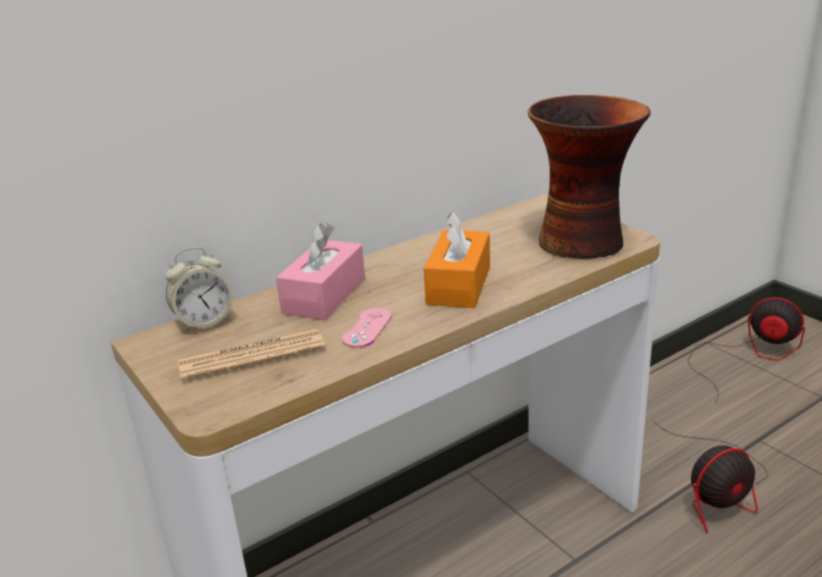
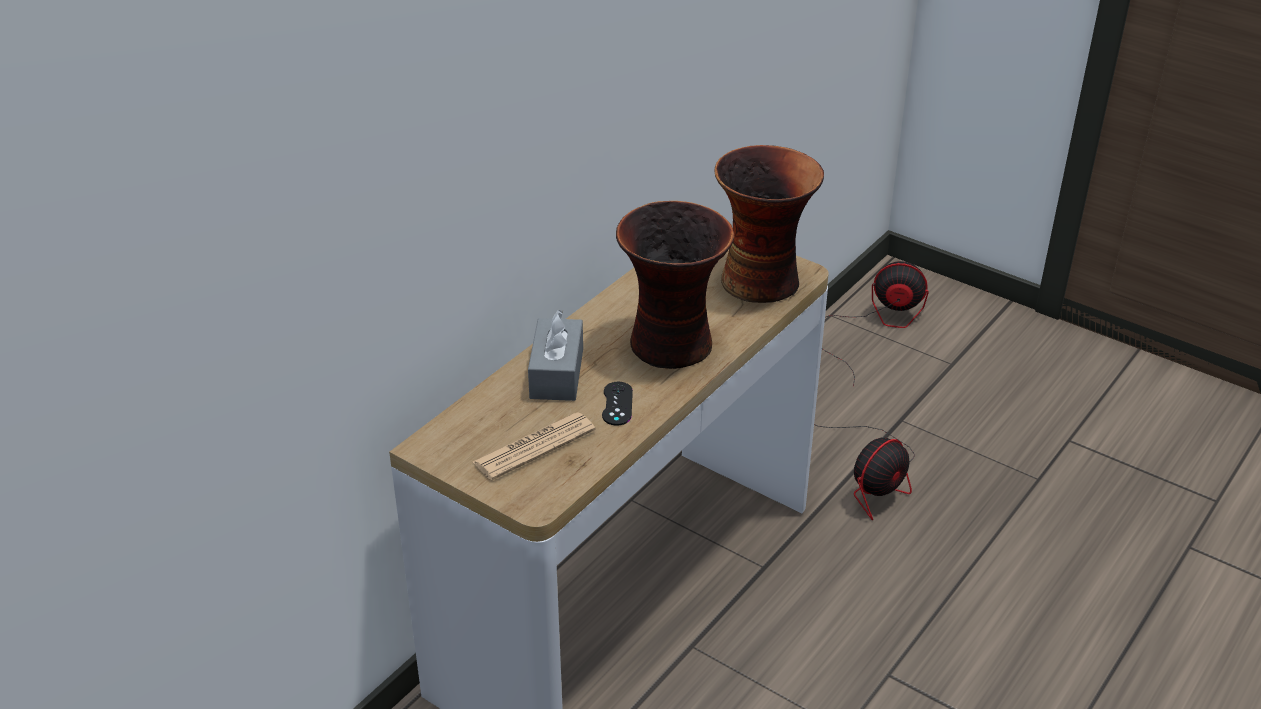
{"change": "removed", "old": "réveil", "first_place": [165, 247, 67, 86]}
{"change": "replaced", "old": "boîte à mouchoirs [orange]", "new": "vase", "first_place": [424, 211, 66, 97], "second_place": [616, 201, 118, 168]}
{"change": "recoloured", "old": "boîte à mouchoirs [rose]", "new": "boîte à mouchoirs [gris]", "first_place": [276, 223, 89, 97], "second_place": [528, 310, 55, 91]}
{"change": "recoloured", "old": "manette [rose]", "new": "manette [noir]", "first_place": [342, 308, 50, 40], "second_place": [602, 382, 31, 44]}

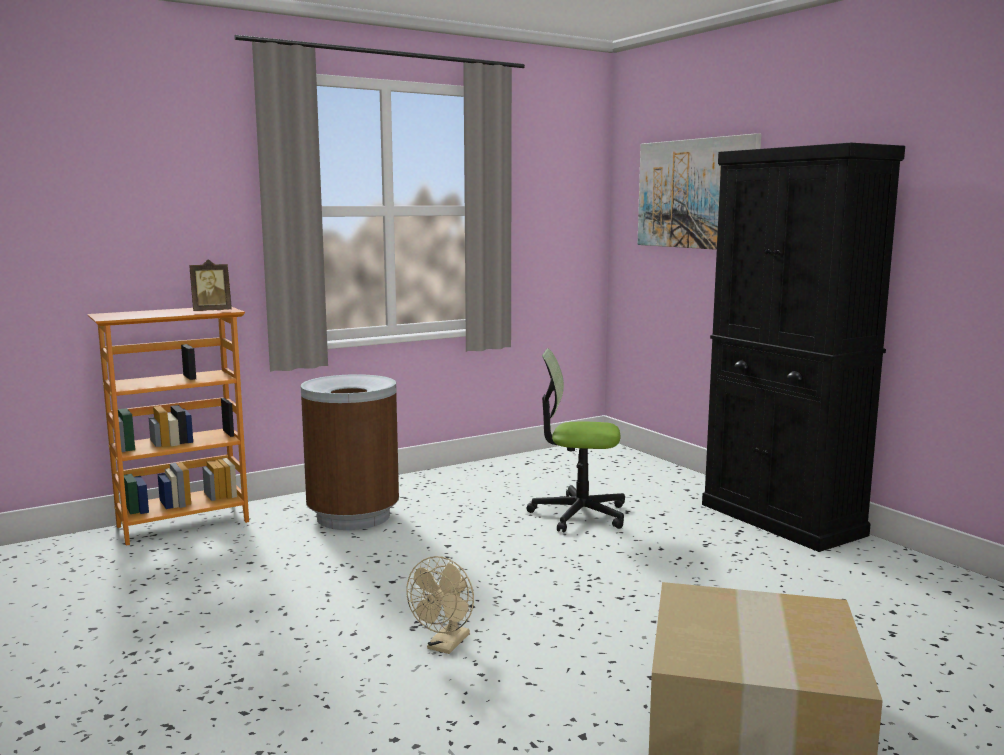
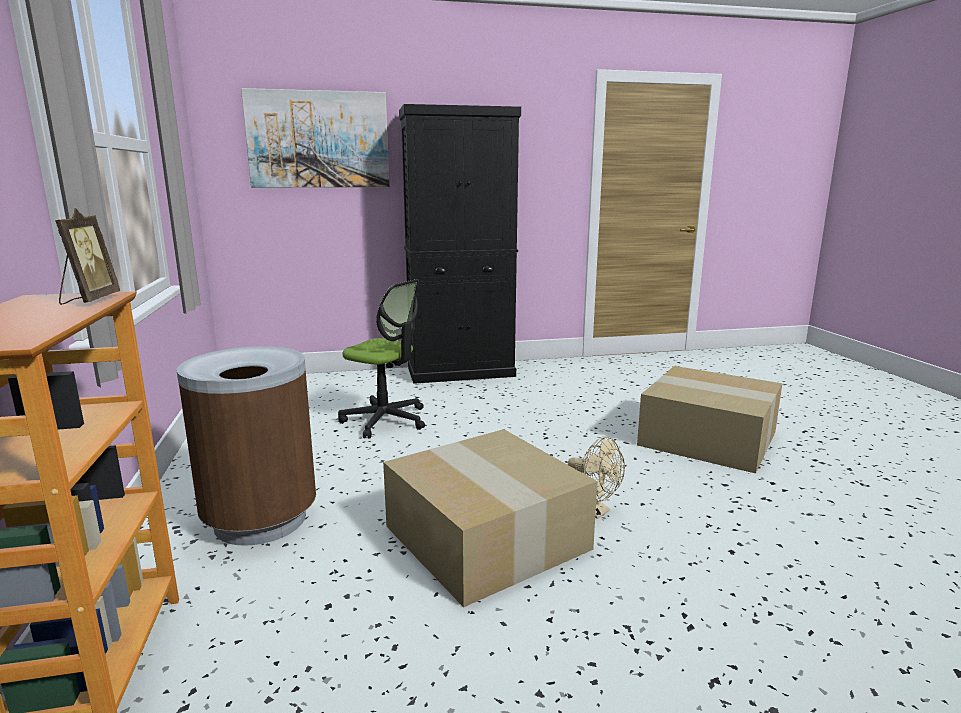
{"change": "added", "new": "carton", "second_place": [383, 429, 214, 178]}
{"change": "turned", "old": "chaise de bureau", "first_place": [527, 348, 98, 185], "second_place": [338, 279, 87, 160], "degrees": -90}

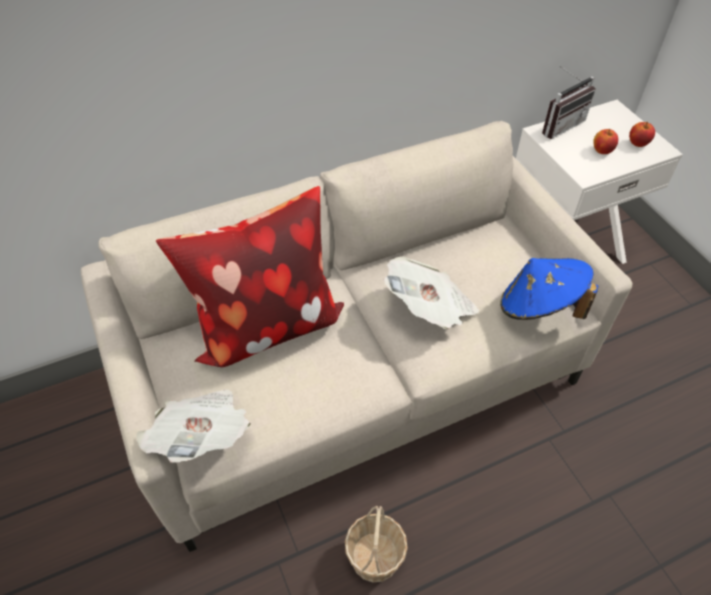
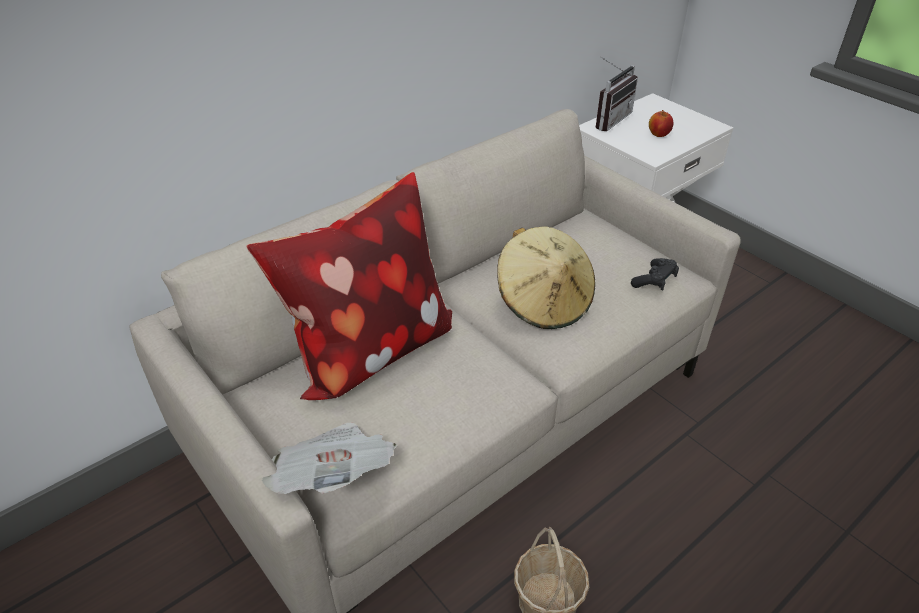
{"change": "removed", "old": "pomme", "first_place": [629, 122, 26, 25]}
{"change": "replaced", "old": "journal", "new": "chapeau [beige]", "first_place": [383, 256, 96, 73], "second_place": [497, 226, 98, 103]}
{"change": "replaced", "old": "chapeau [bleu]", "new": "manette [noir]", "first_place": [500, 258, 99, 62], "second_place": [631, 258, 48, 32]}

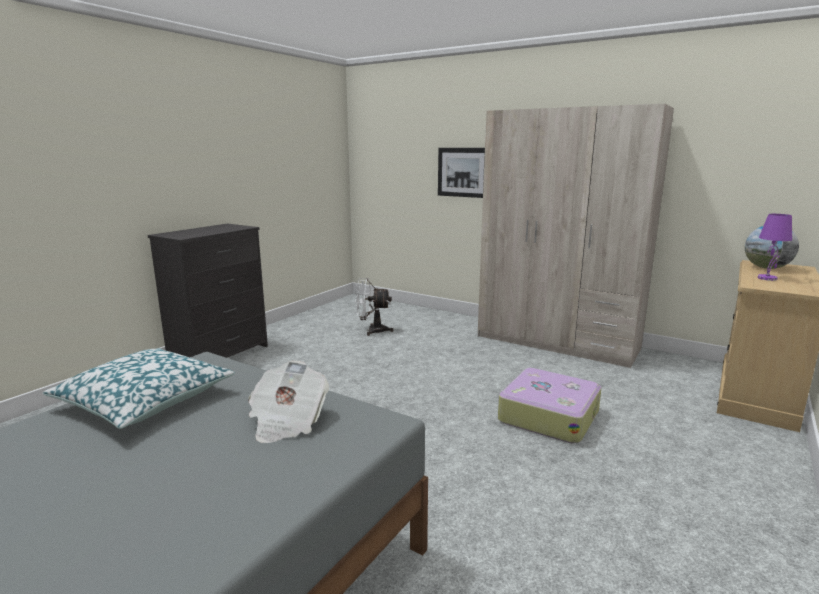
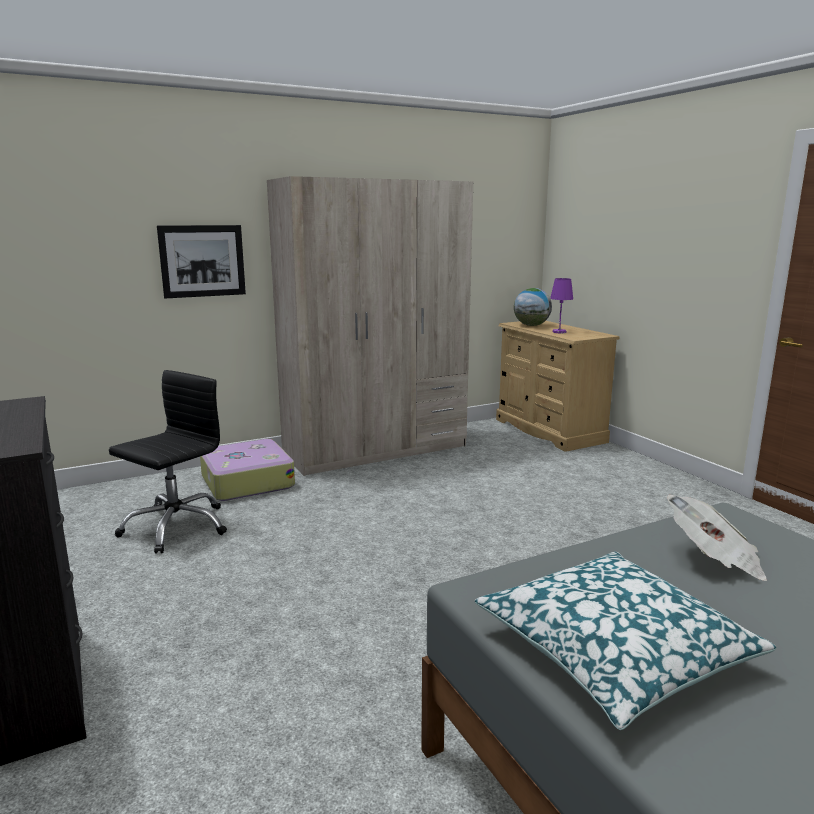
{"change": "moved", "old": "valise", "first_place": [498, 368, 104, 75], "second_place": [200, 439, 95, 62]}
{"change": "replaced", "old": "ventilateur [blanc]", "new": "chaise de bureau [noir]", "first_place": [355, 278, 38, 58], "second_place": [109, 370, 118, 184]}

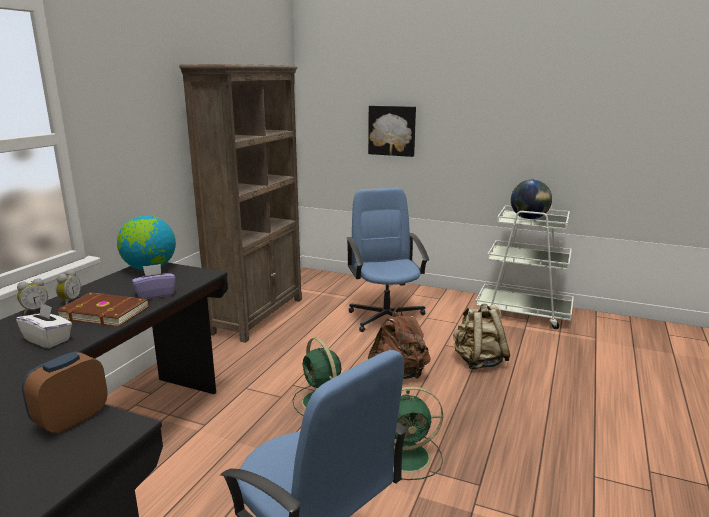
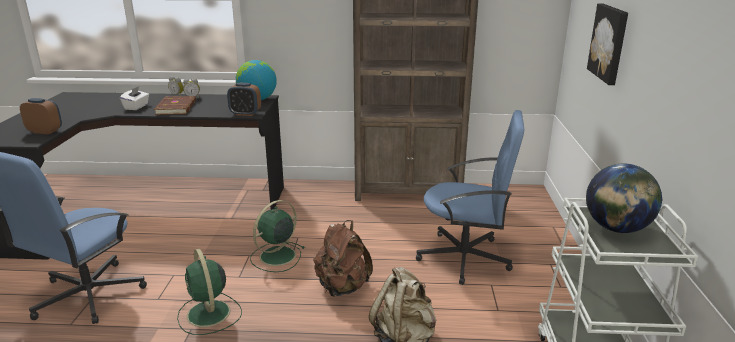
{"change": "removed", "old": "boîte à mouchoirs [violet]", "first_place": [132, 264, 44, 35]}
{"change": "added", "new": "réveil", "second_place": [227, 83, 34, 33]}
{"change": "turned", "old": "chaise de bureau [bleu]", "first_place": [347, 188, 82, 144], "second_place": [416, 110, 108, 175], "degrees": 45}

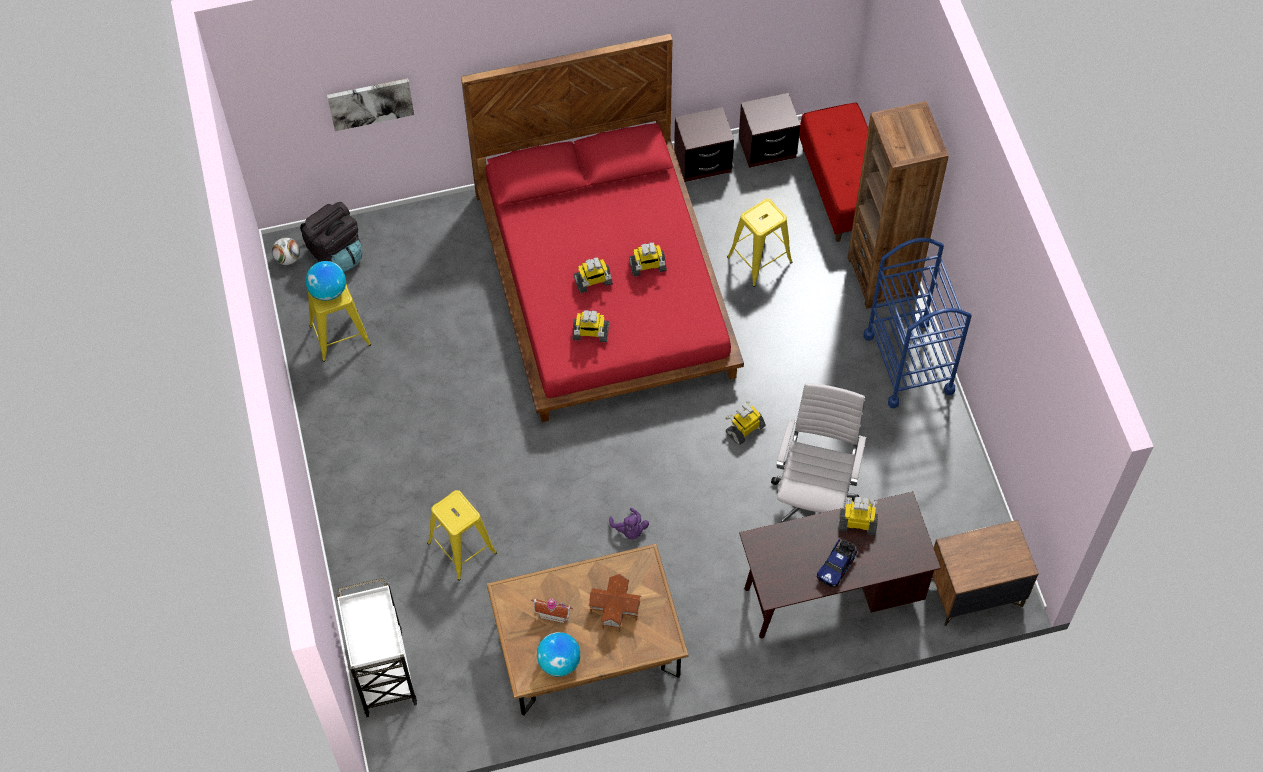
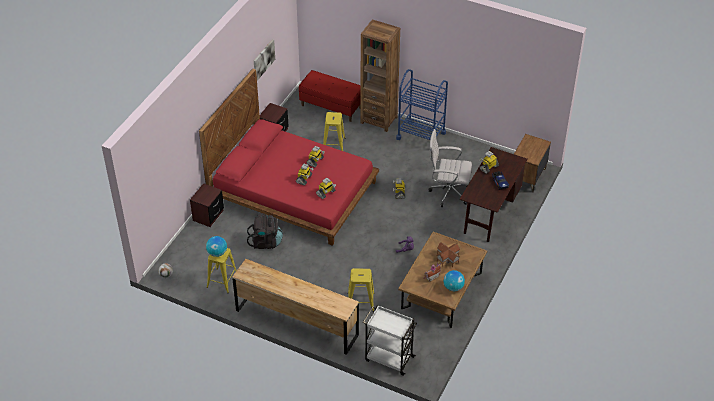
{"change": "added", "new": "commode [marron]", "second_place": [232, 259, 127, 96]}
{"change": "moved", "old": "sac à dos [noir]", "first_place": [300, 202, 62, 70], "second_place": [247, 213, 36, 36]}
{"change": "moved", "old": "tableau", "first_place": [327, 78, 87, 53], "second_place": [254, 39, 21, 42]}
{"change": "moved", "old": "table de chevet [marron]", "first_place": [739, 93, 61, 75], "second_place": [190, 183, 34, 44]}
{"change": "turned", "old": "chaise de bureau [blanc]", "first_place": [771, 383, 96, 140], "second_place": [428, 129, 44, 78], "degrees": -45}

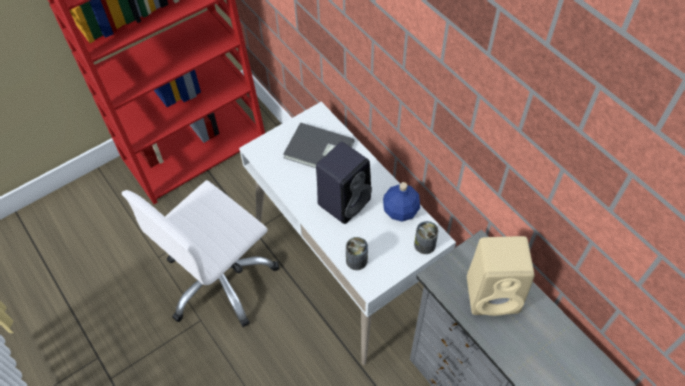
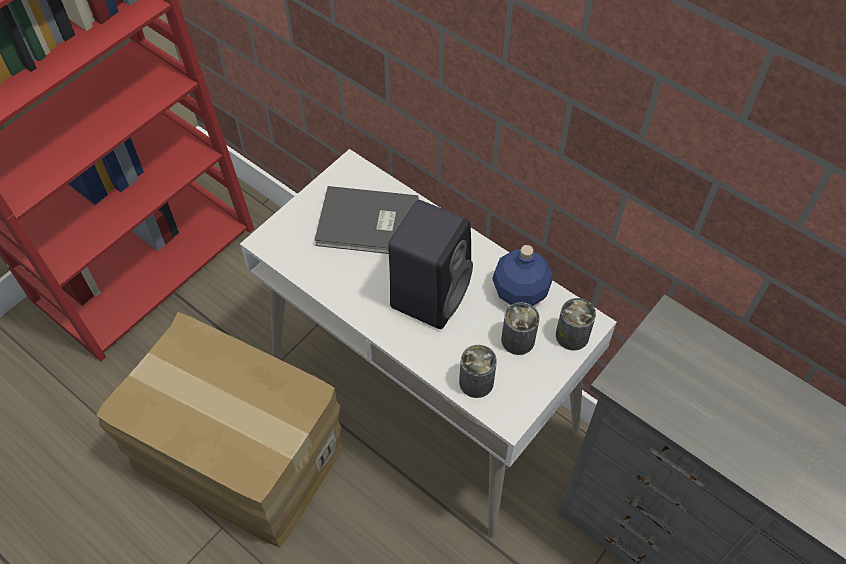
{"change": "removed", "old": "enceinte [beige]", "first_place": [467, 236, 67, 80]}
{"change": "added", "new": "boîte métallique", "second_place": [501, 302, 39, 53]}
{"change": "replaced", "old": "chaise de bureau [blanc]", "new": "carton", "first_place": [122, 180, 157, 147], "second_place": [96, 312, 248, 236]}

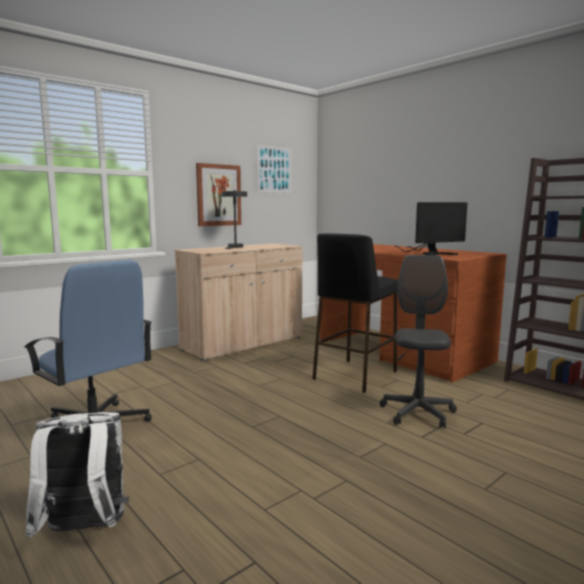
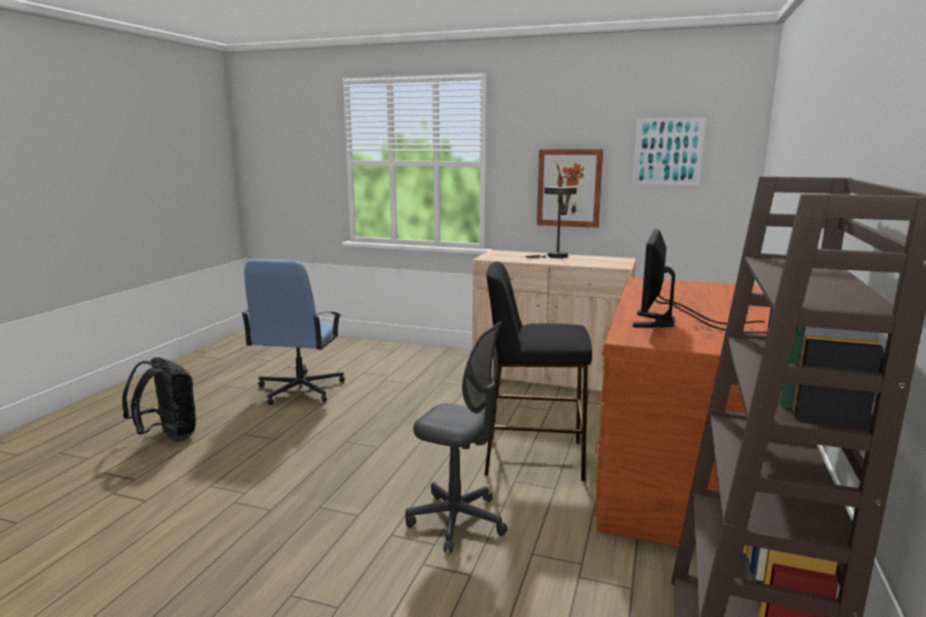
{"change": "recoloured", "old": "sac à dos [blanc]", "new": "sac à dos [noir]", "first_place": [25, 412, 104, 126], "second_place": [122, 357, 74, 84]}
{"change": "turned", "old": "chaise de bureau [gris]", "first_place": [380, 255, 77, 173], "second_place": [405, 321, 102, 232], "degrees": 45}
{"change": "turned", "old": "écran d'ordinateur", "first_place": [394, 202, 73, 53], "second_place": [633, 229, 134, 105], "degrees": 75}

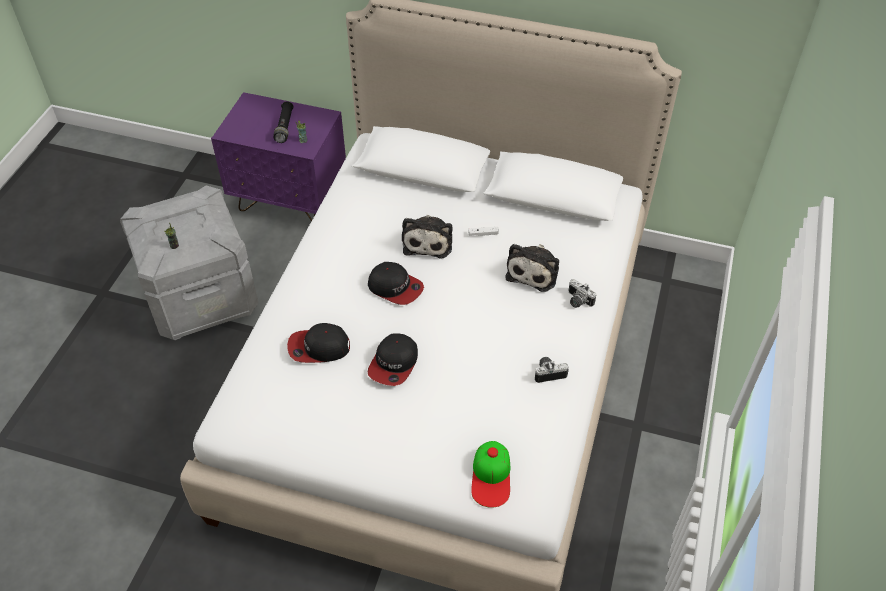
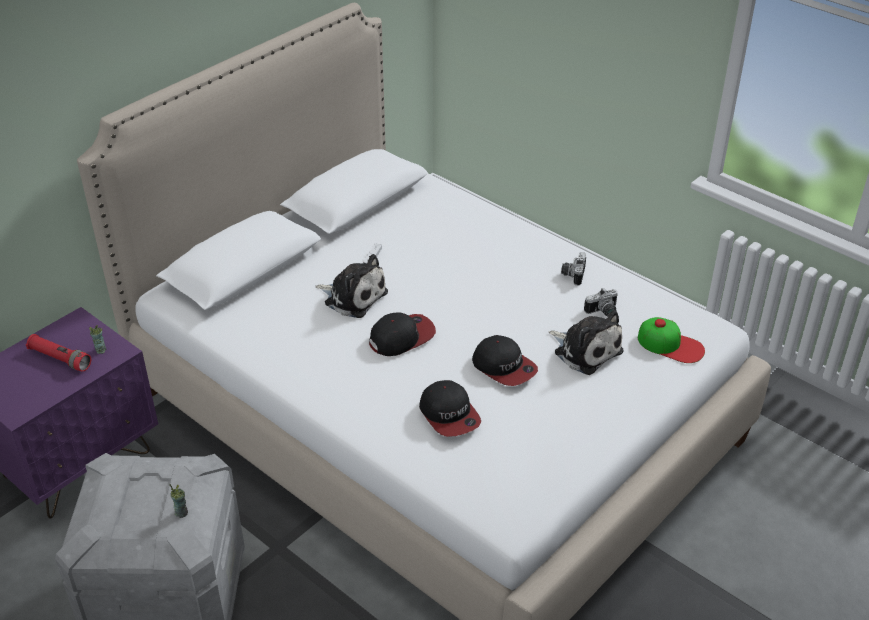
{"change": "moved", "old": "peluche", "first_place": [505, 244, 54, 48], "second_place": [548, 310, 76, 65]}
{"change": "moved", "old": "appareil photo", "first_place": [569, 279, 27, 29], "second_place": [584, 288, 34, 28]}
{"change": "recoloured", "old": "lampe de poche [noir]", "new": "lampe de poche [rouge]", "first_place": [274, 101, 20, 42], "second_place": [26, 334, 65, 38]}
{"change": "turned", "old": "casquette", "first_place": [287, 323, 63, 40], "second_place": [419, 380, 62, 57], "degrees": -45}

